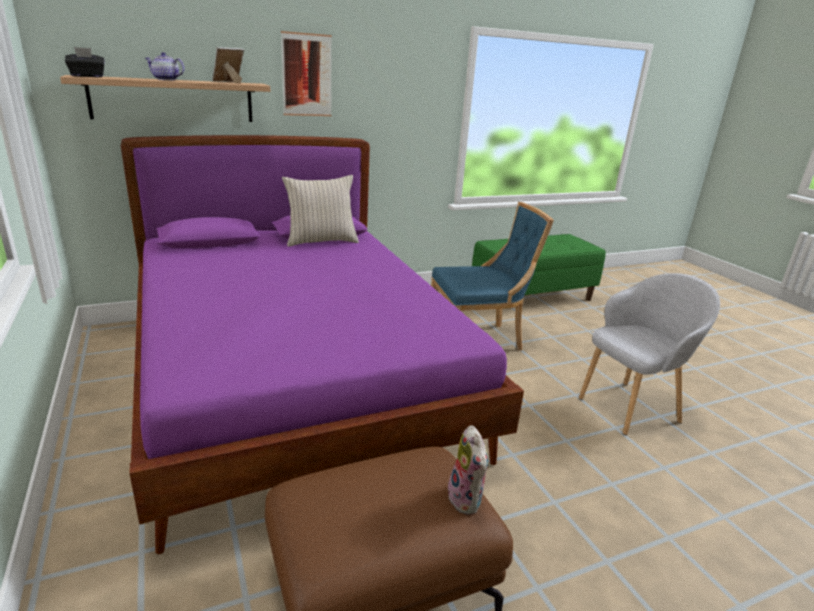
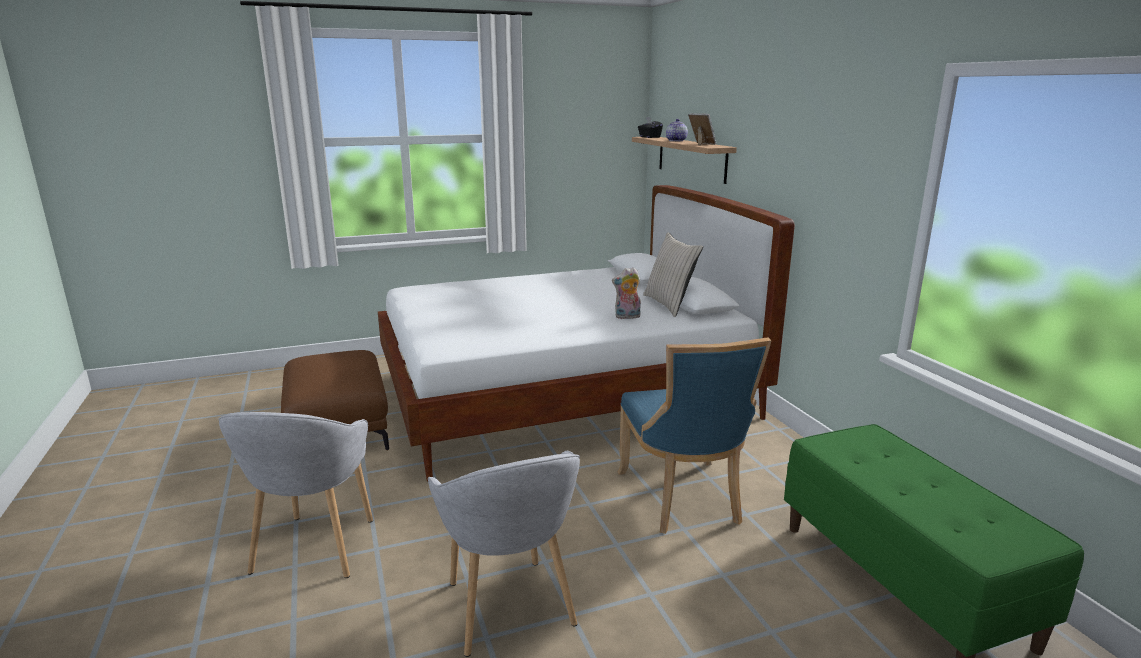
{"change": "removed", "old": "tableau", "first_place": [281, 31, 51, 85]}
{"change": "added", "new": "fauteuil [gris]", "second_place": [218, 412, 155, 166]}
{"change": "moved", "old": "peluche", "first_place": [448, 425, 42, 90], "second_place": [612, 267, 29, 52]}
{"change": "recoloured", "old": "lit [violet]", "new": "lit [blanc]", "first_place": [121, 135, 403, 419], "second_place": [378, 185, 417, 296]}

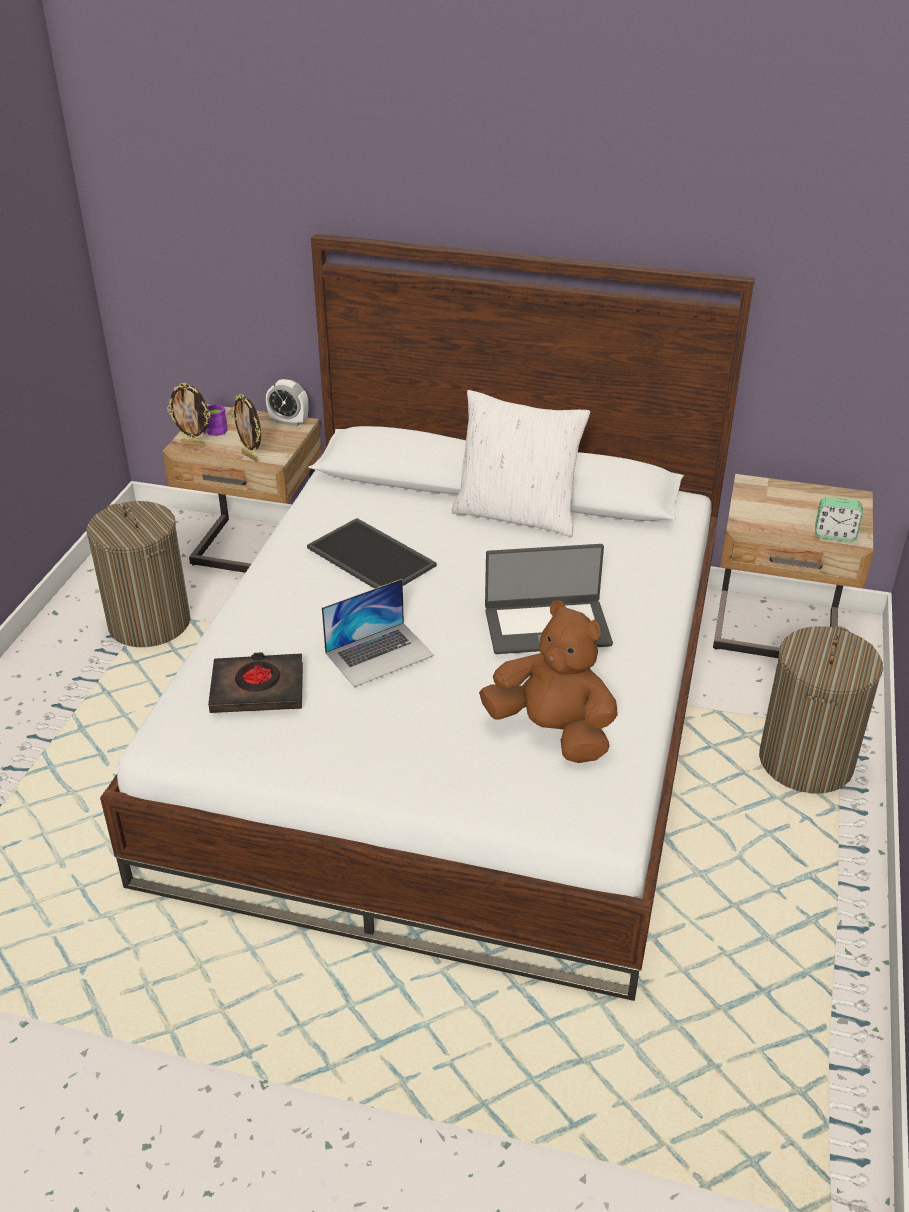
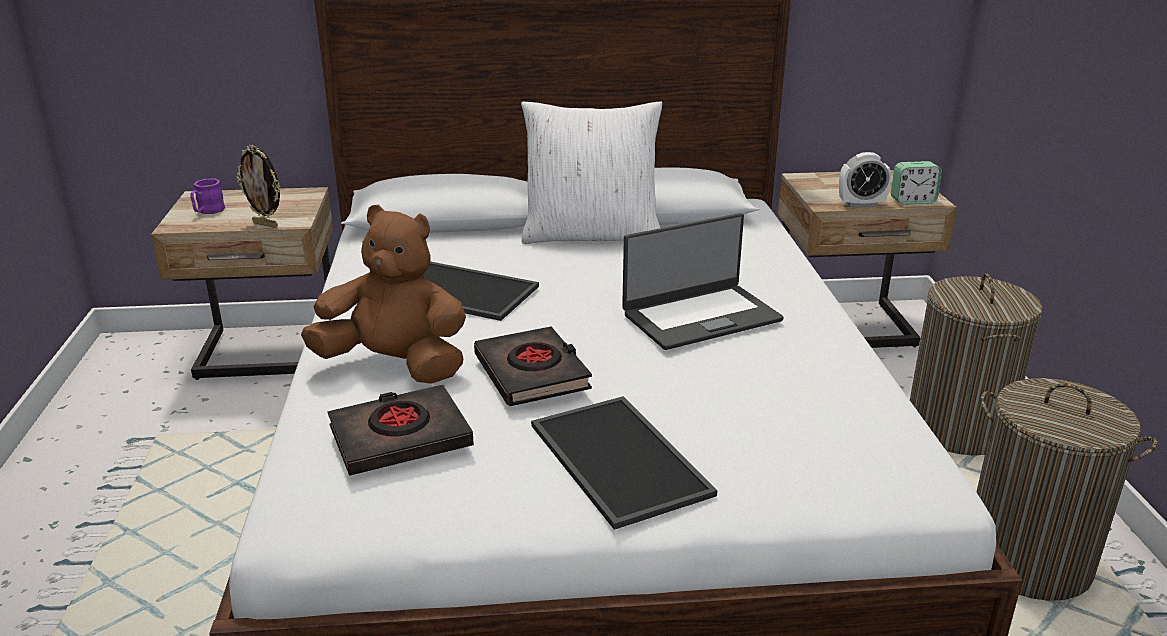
{"change": "removed", "old": "cadre photo", "first_place": [167, 383, 43, 64]}
{"change": "added", "new": "plateau", "second_place": [531, 396, 186, 134]}
{"change": "moved", "old": "panier à linge", "first_place": [87, 501, 104, 146], "second_place": [977, 378, 180, 223]}
{"change": "moved", "old": "réveil", "first_place": [266, 379, 43, 47], "second_place": [839, 152, 52, 55]}
{"change": "moved", "old": "peluche [marron]", "first_place": [479, 600, 139, 163], "second_place": [301, 205, 165, 179]}
{"change": "replaced", "old": "ordinateur portable", "new": "livre [noir]", "first_place": [322, 579, 112, 108], "second_place": [474, 327, 118, 79]}

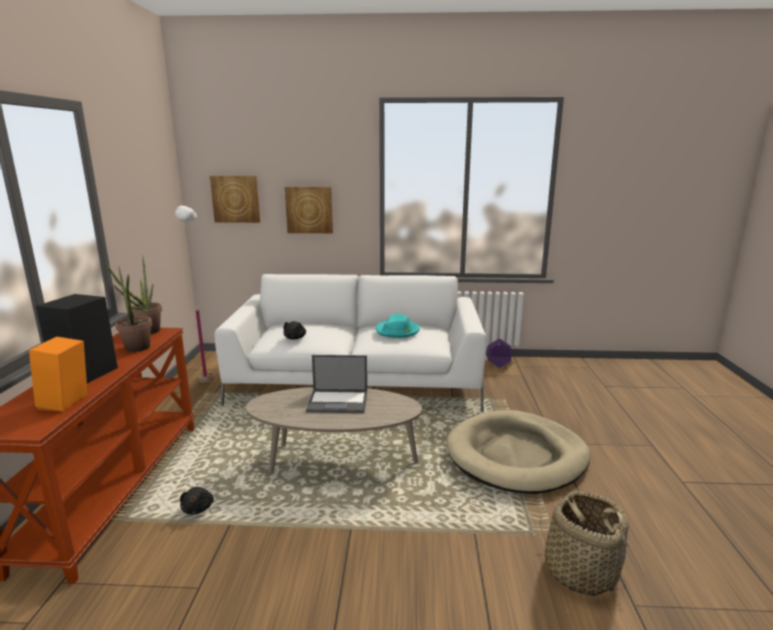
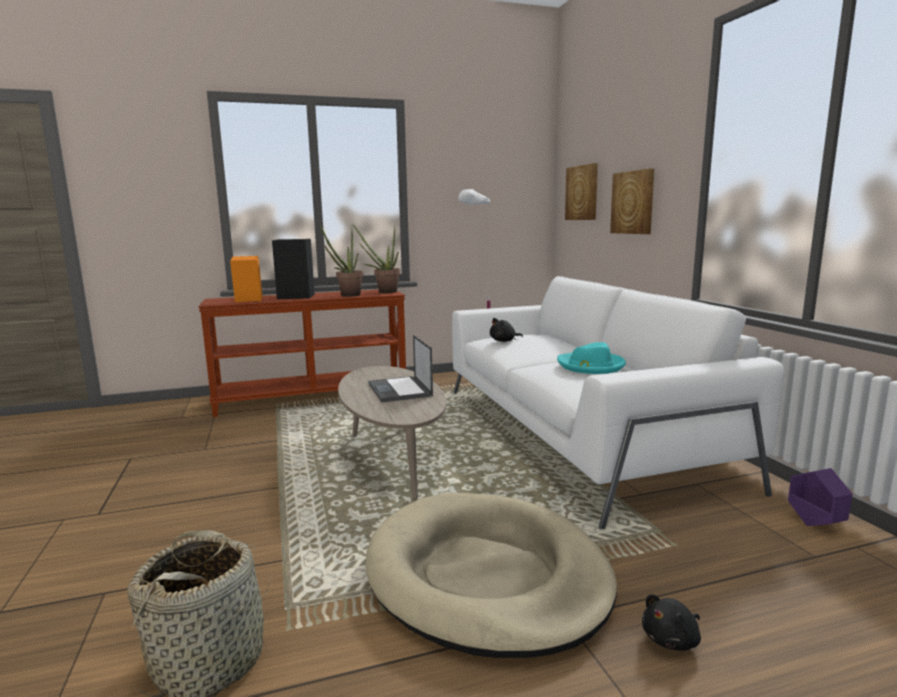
{"change": "moved", "old": "peluche [noir]", "first_place": [180, 487, 34, 27], "second_place": [642, 594, 59, 57]}

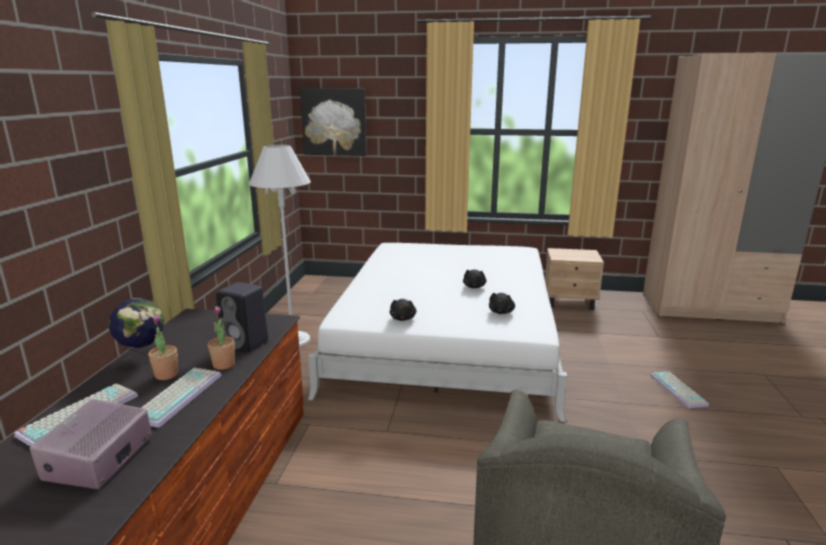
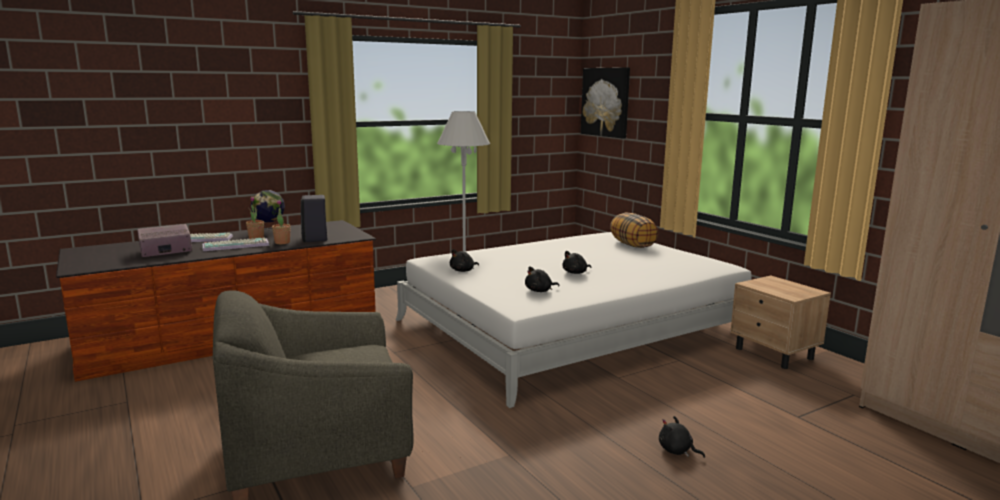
{"change": "added", "new": "coussin", "second_place": [610, 212, 48, 36]}
{"change": "replaced", "old": "clavier", "new": "peluche [noir]", "first_place": [650, 371, 59, 38], "second_place": [659, 416, 46, 42]}

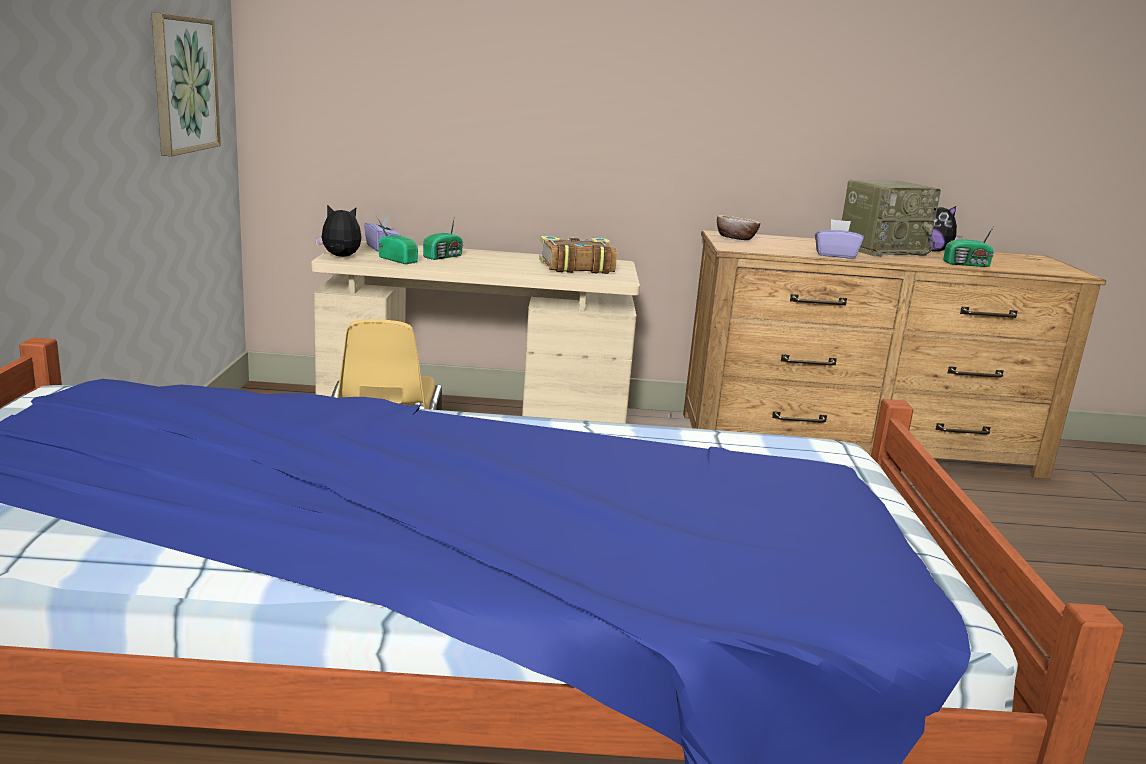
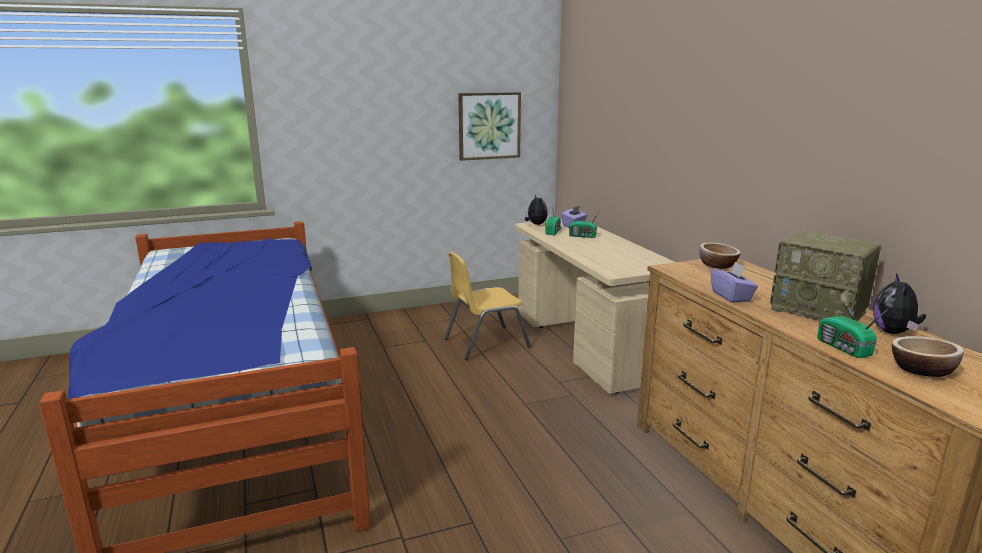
{"change": "removed", "old": "livre", "first_place": [539, 236, 78, 38]}
{"change": "added", "new": "bol", "second_place": [892, 336, 72, 41]}

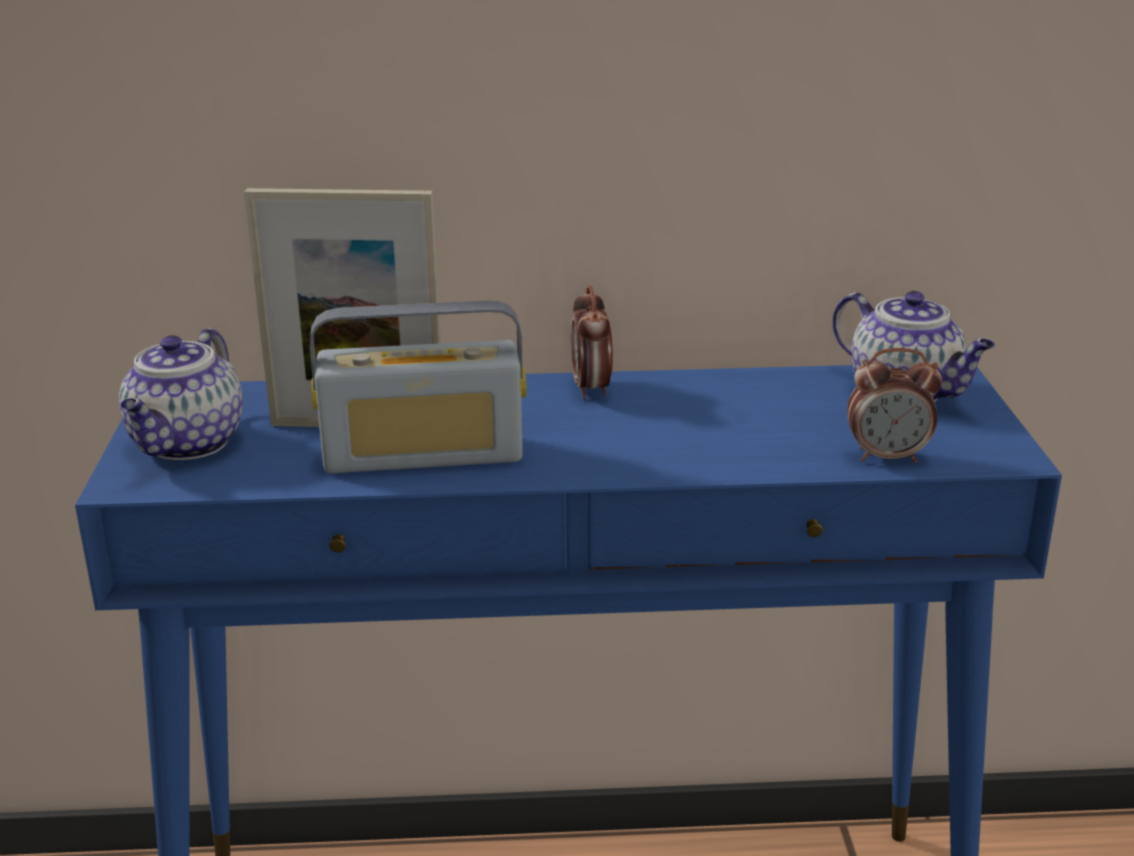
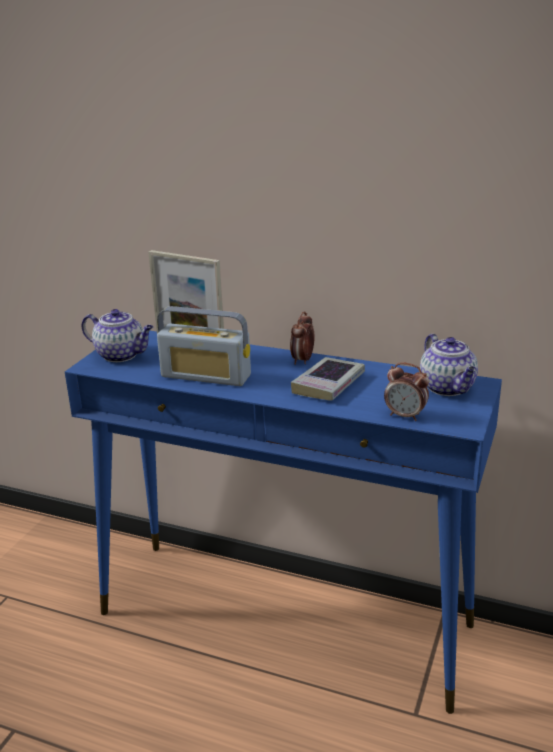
{"change": "added", "new": "livre", "second_place": [291, 357, 74, 44]}
{"change": "turned", "old": "théière", "first_place": [119, 328, 124, 132], "second_place": [81, 309, 72, 53], "degrees": -105}

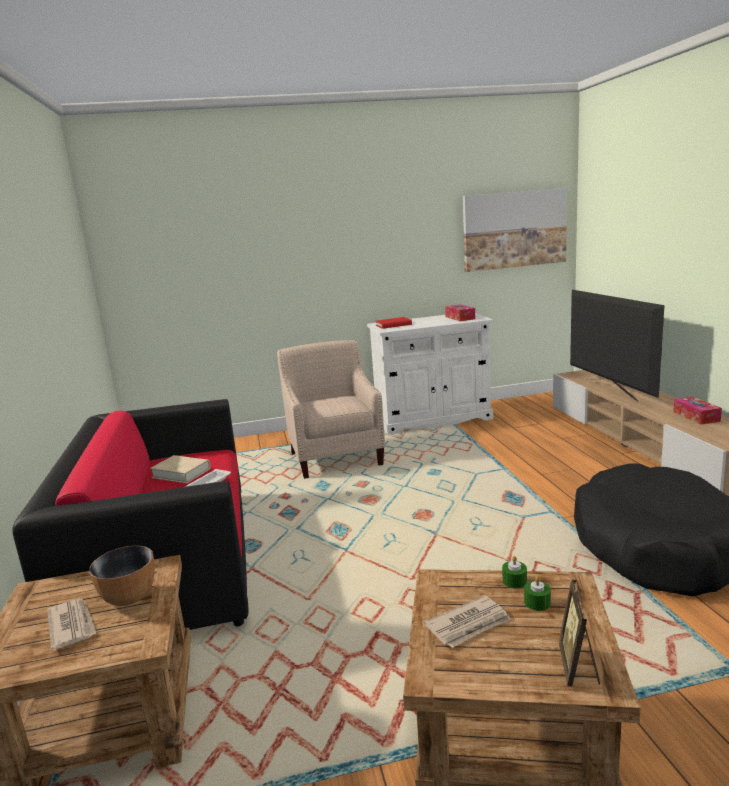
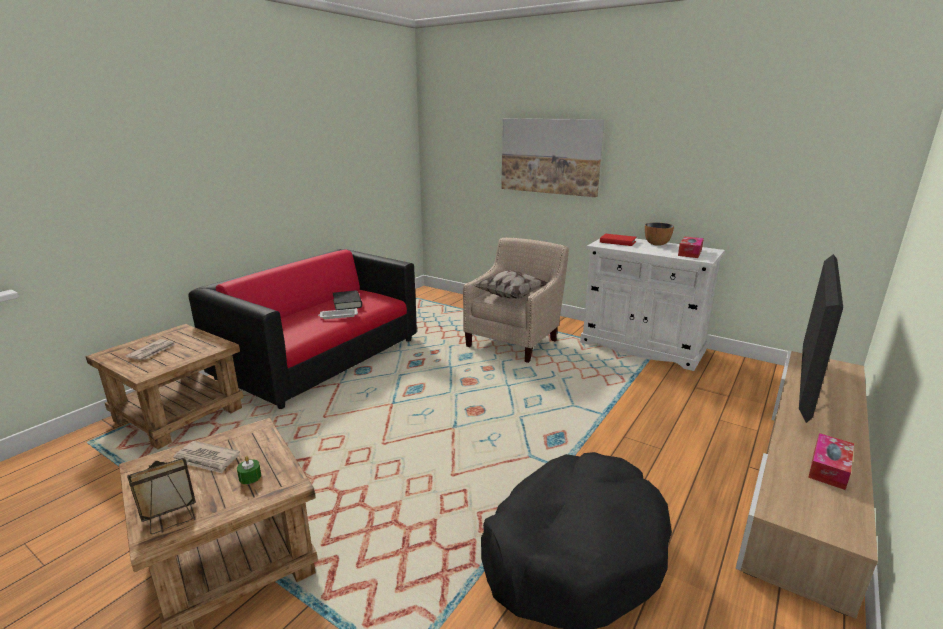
{"change": "removed", "old": "bougie [vert]", "first_place": [502, 556, 25, 32]}
{"change": "added", "new": "coussin", "second_place": [473, 270, 74, 29]}
{"change": "moved", "old": "bol", "first_place": [89, 546, 66, 60], "second_place": [645, 223, 29, 23]}
{"change": "moved", "old": "tableau", "first_place": [463, 188, 104, 84], "second_place": [501, 119, 103, 78]}
{"change": "recoloured", "old": "livre [beige]", "new": "livre [noir]", "first_place": [150, 455, 61, 28], "second_place": [333, 290, 29, 20]}

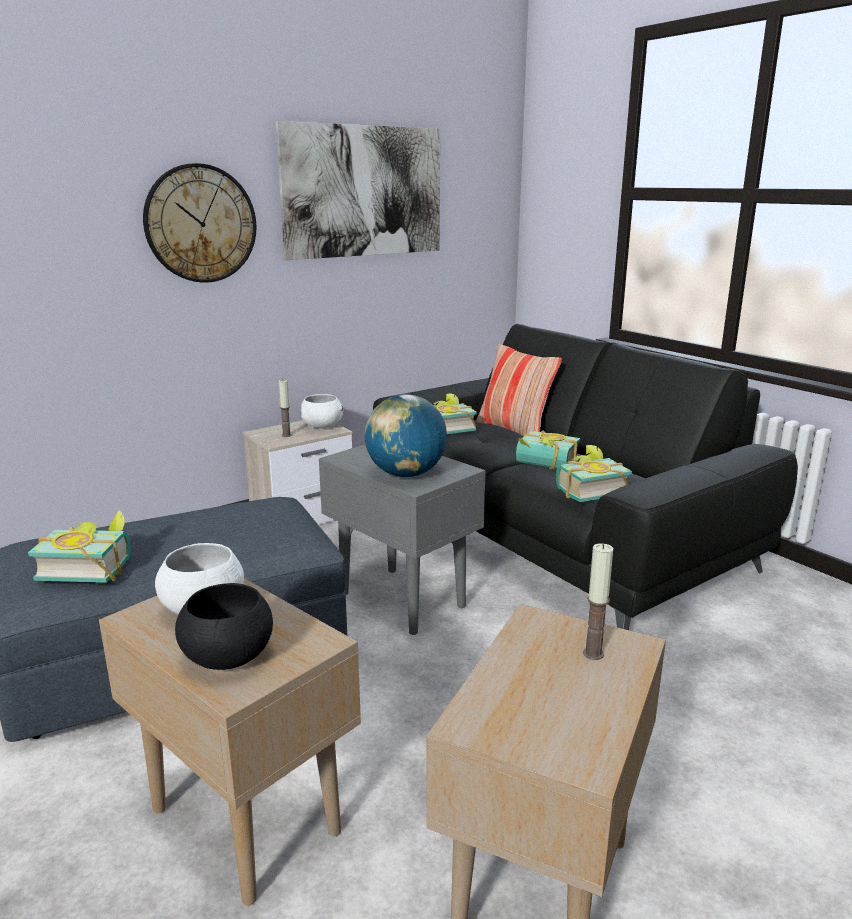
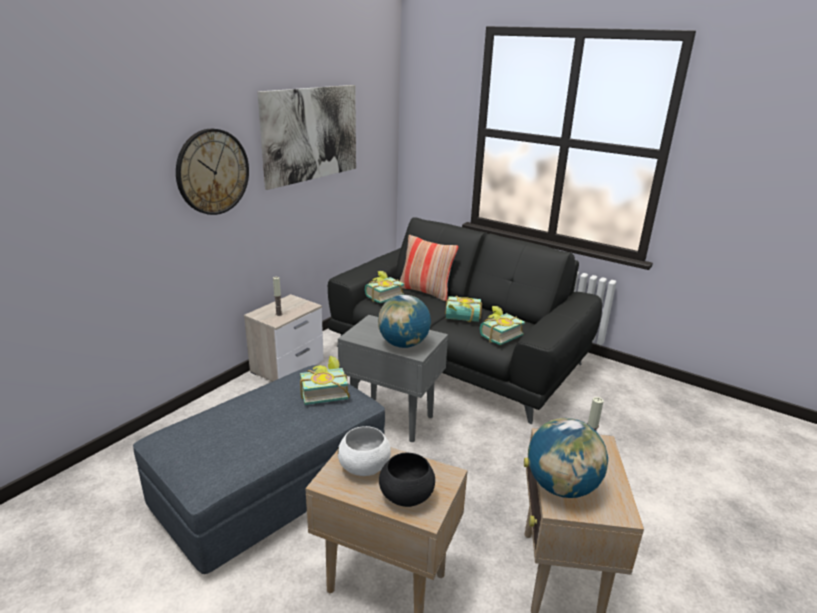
{"change": "removed", "old": "bol [blanc]", "first_place": [300, 394, 43, 35]}
{"change": "added", "new": "globe", "second_place": [528, 418, 80, 80]}
{"change": "moved", "old": "livre", "first_place": [28, 510, 102, 73], "second_place": [300, 356, 50, 49]}

